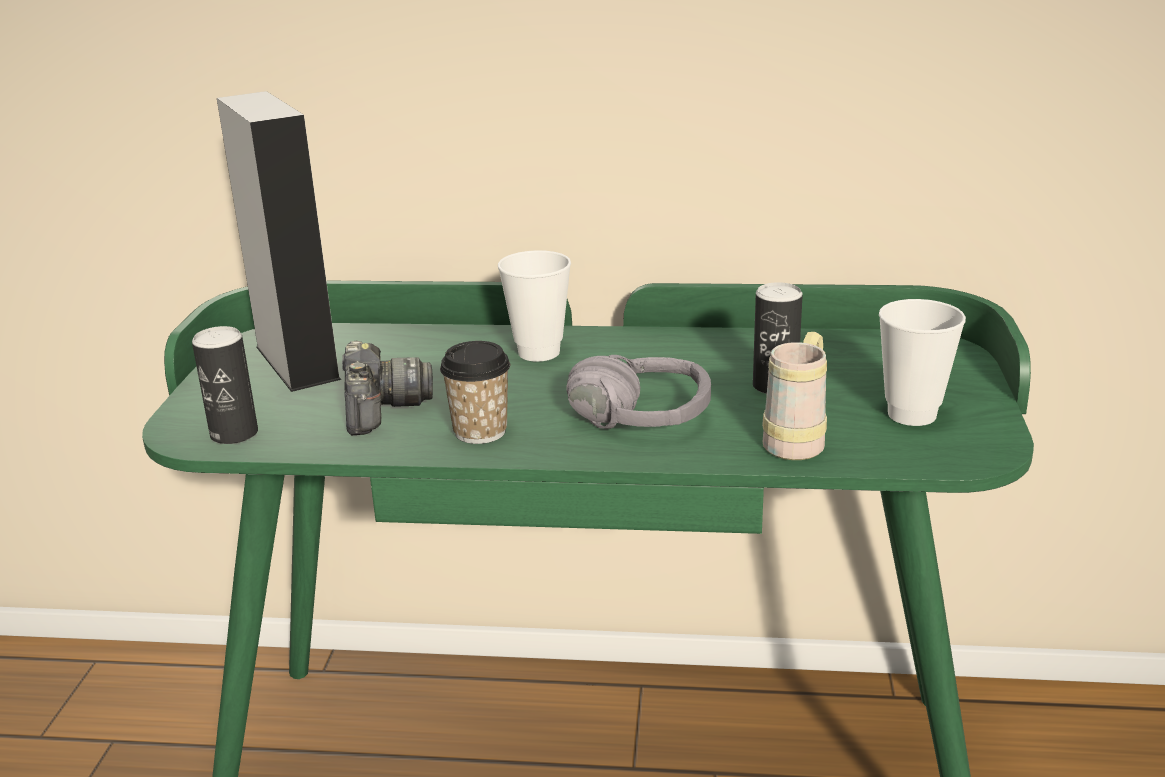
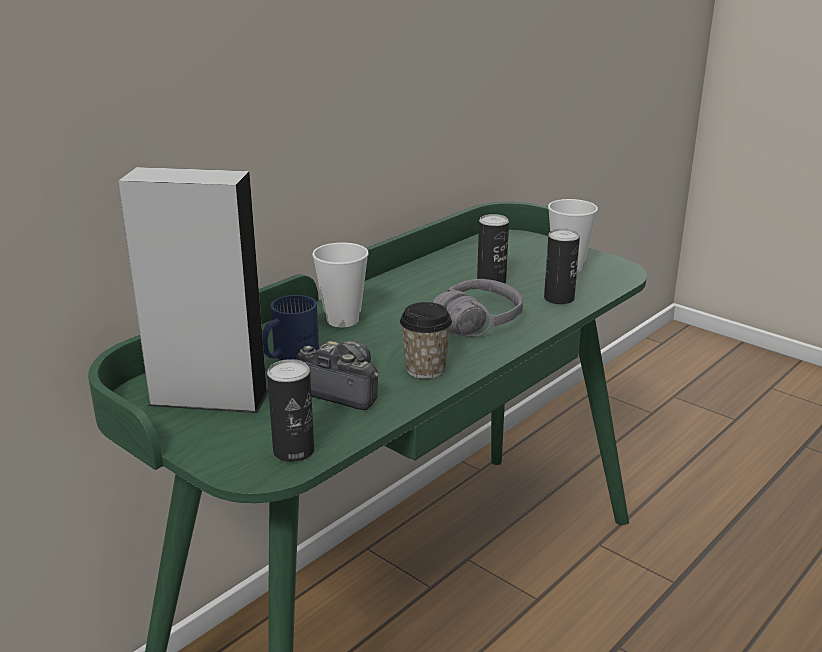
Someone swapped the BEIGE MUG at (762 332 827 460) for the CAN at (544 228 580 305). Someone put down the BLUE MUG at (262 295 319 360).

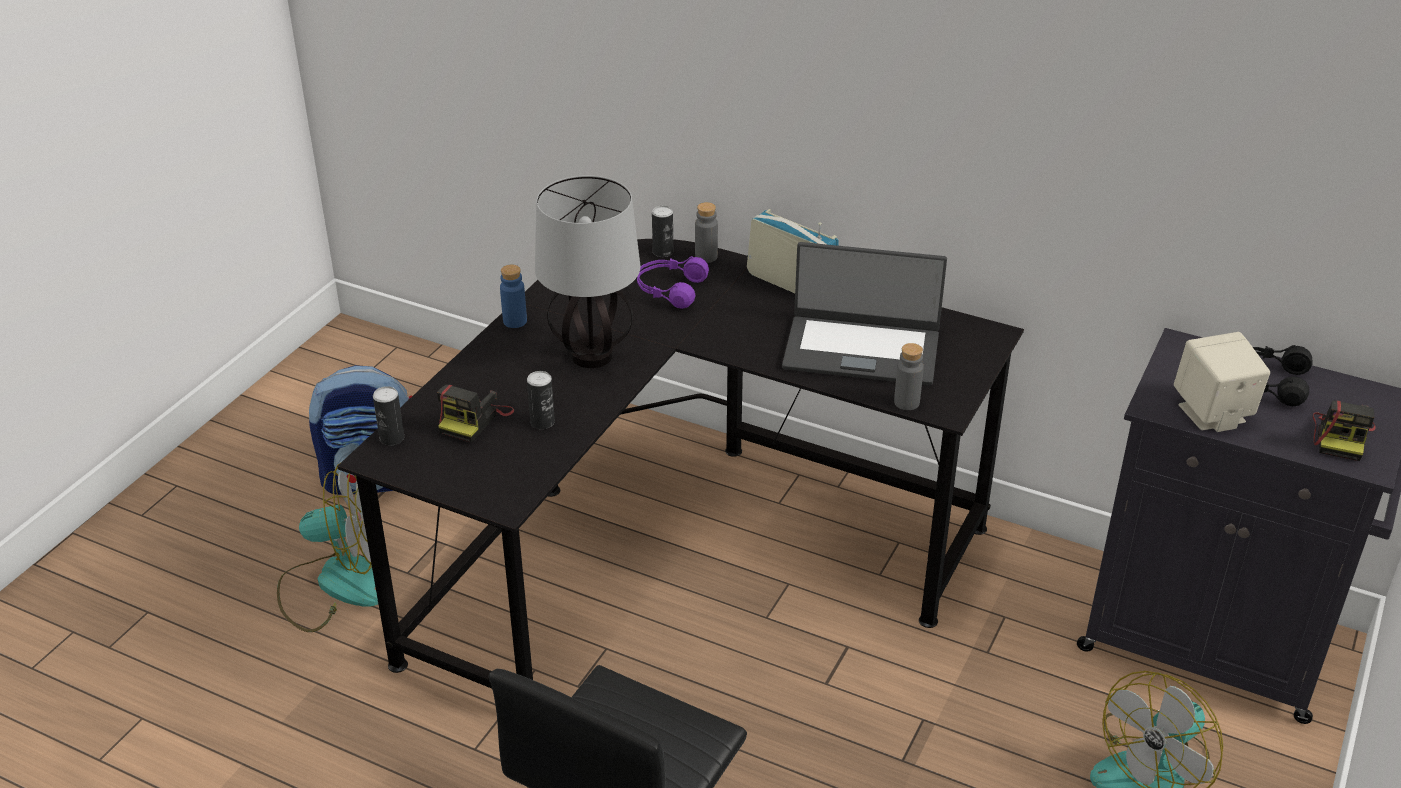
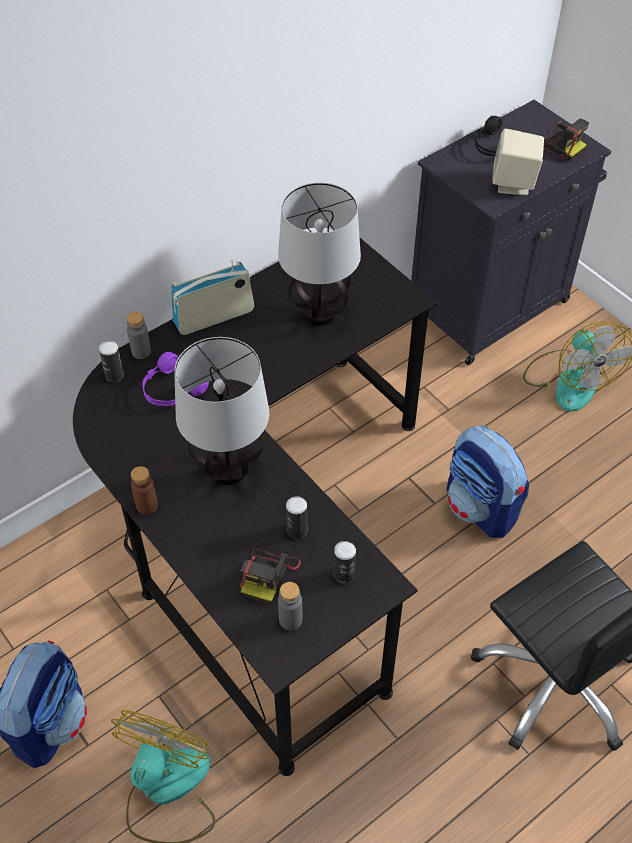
Someone swapped the LAPTOP at (782 242 947 386) for the TABLE LAMP at (278 182 361 326). Someone repainted the BLUE BOTTLE at (500 265 527 328), which became the BROWN BOTTLE at (131 466 158 515). Someone carried the GREY BOTTLE from (894 343 924 410) to (278 582 302 630). Someone rotated the PHOTO CAMERA at (437 385 514 443) by 60 degrees clockwise. Someone carried the CAN from (373 386 404 445) to (334 541 356 584). Someone put down the BACKPACK at (447 426 529 538).

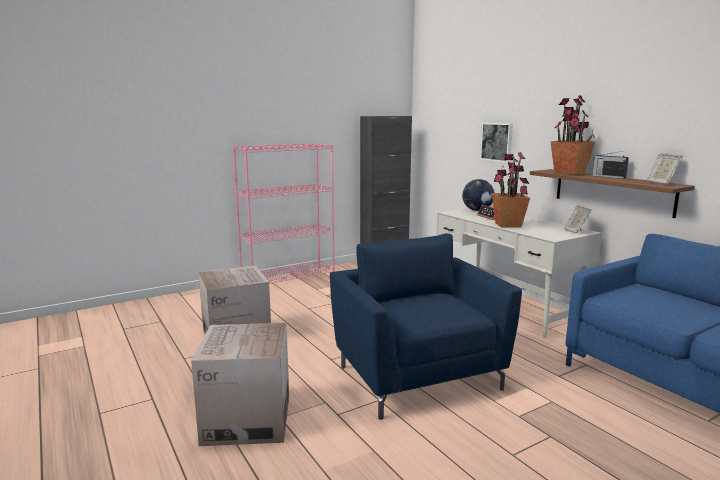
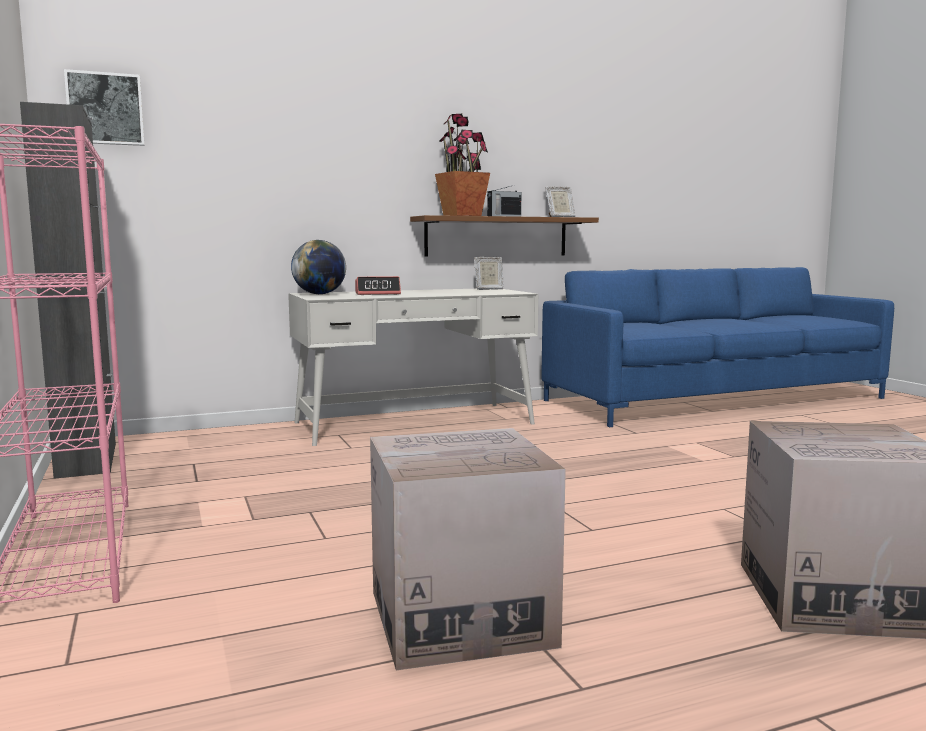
Someone carried the PICTURE from (480 123 513 162) to (64 69 145 146). Someone took away the POTTED PLANT at (492 152 530 228). Someone took away the BLUE ARMCHAIR at (330 233 522 420).

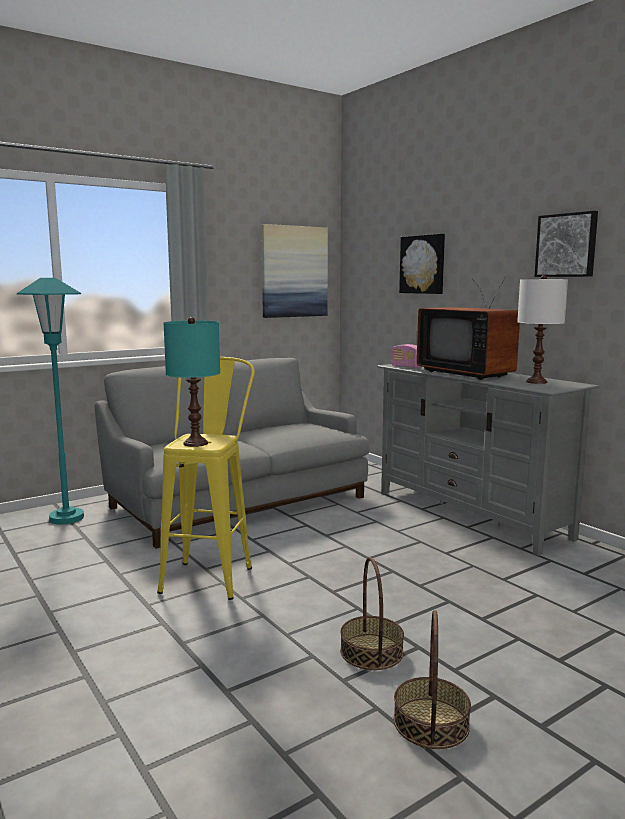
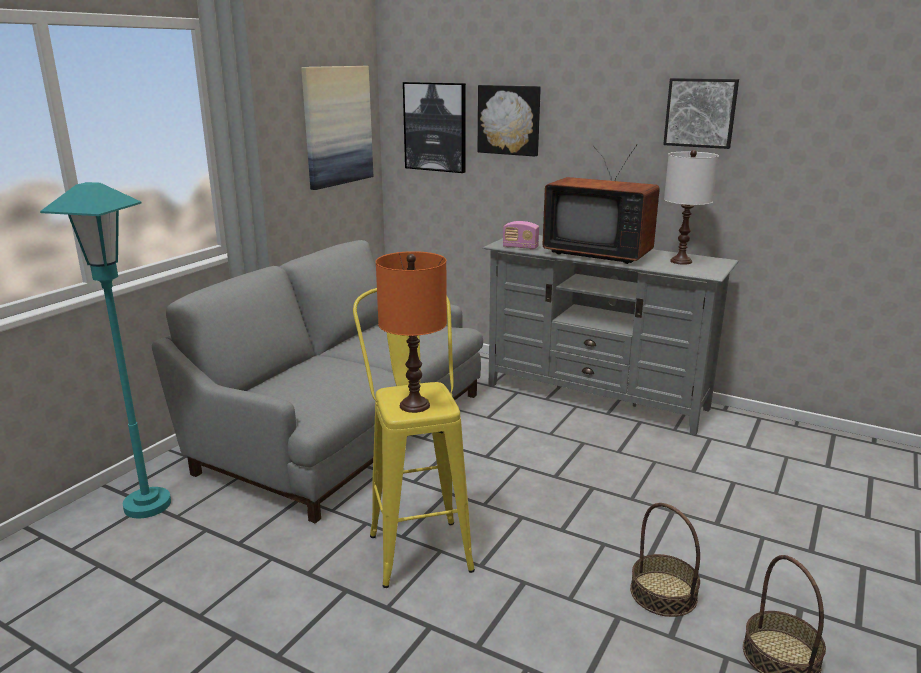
Someone repainted the TURQUOISE TABLE LAMP at (163 317 220 447), which became the ORANGE TABLE LAMP at (376 251 447 413). Someone put up the PICTURE at (403 82 466 173).

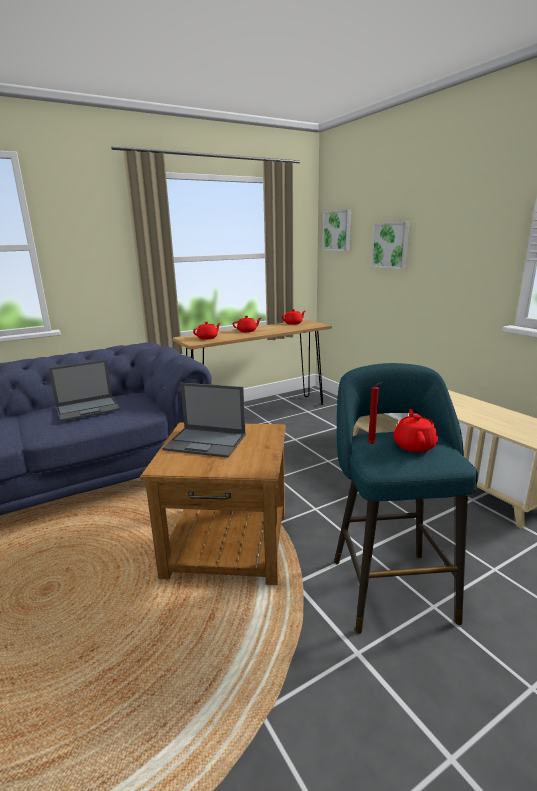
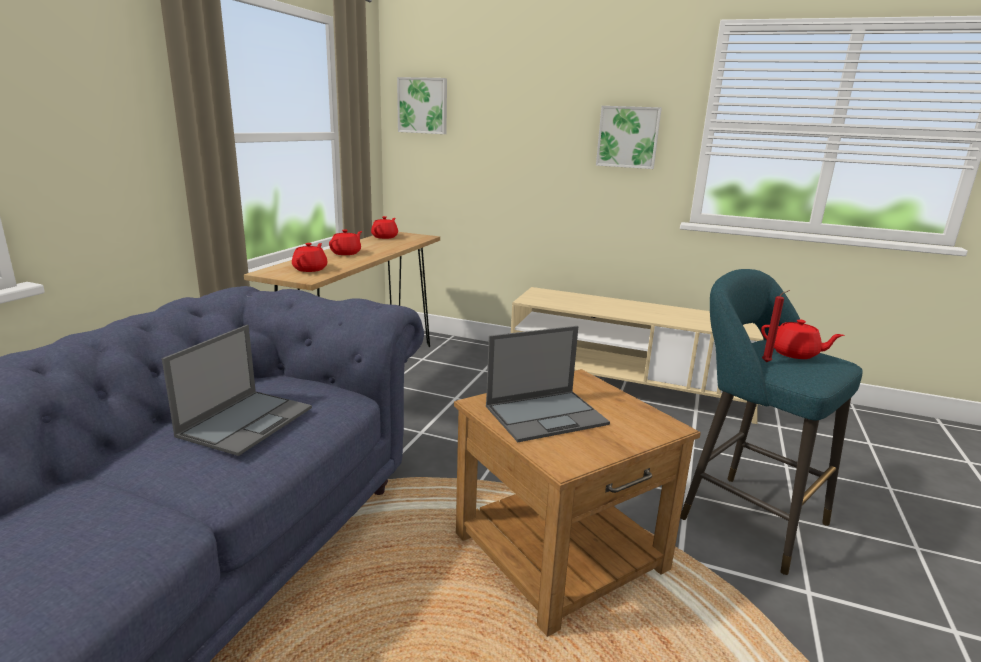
Someone carried the PICTURE from (371 222 410 269) to (596 106 662 169). Someone rotated the RED TEAPOT at (394 409 438 452) by 150 degrees clockwise.

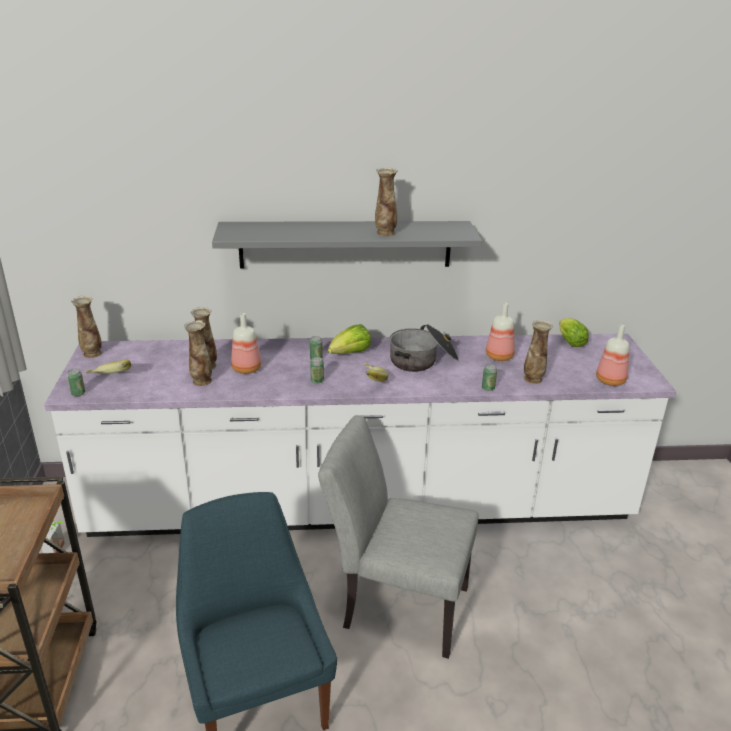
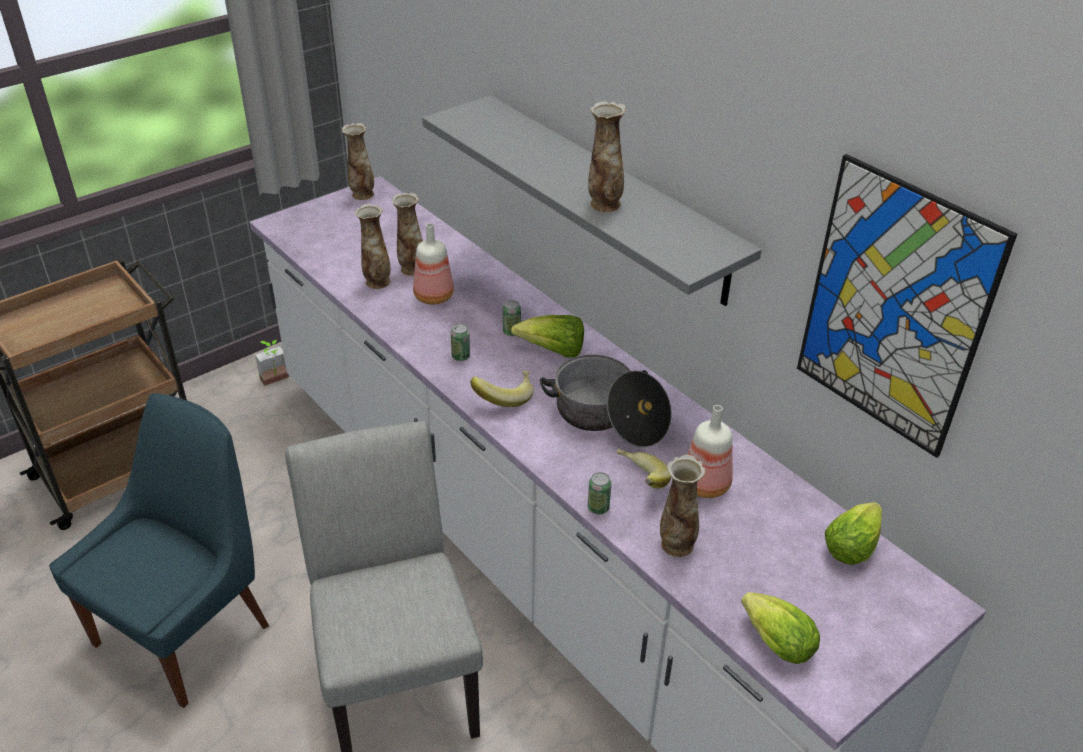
Someone swapped the BOTTLE at (596 325 630 386) for the LETTUCE at (741 592 820 664). Someone carried the BANANA from (85 360 131 374) to (617 448 671 489). Someone took away the CAN at (67 369 85 396). Someone put up the PICTURE at (797 154 1017 458).

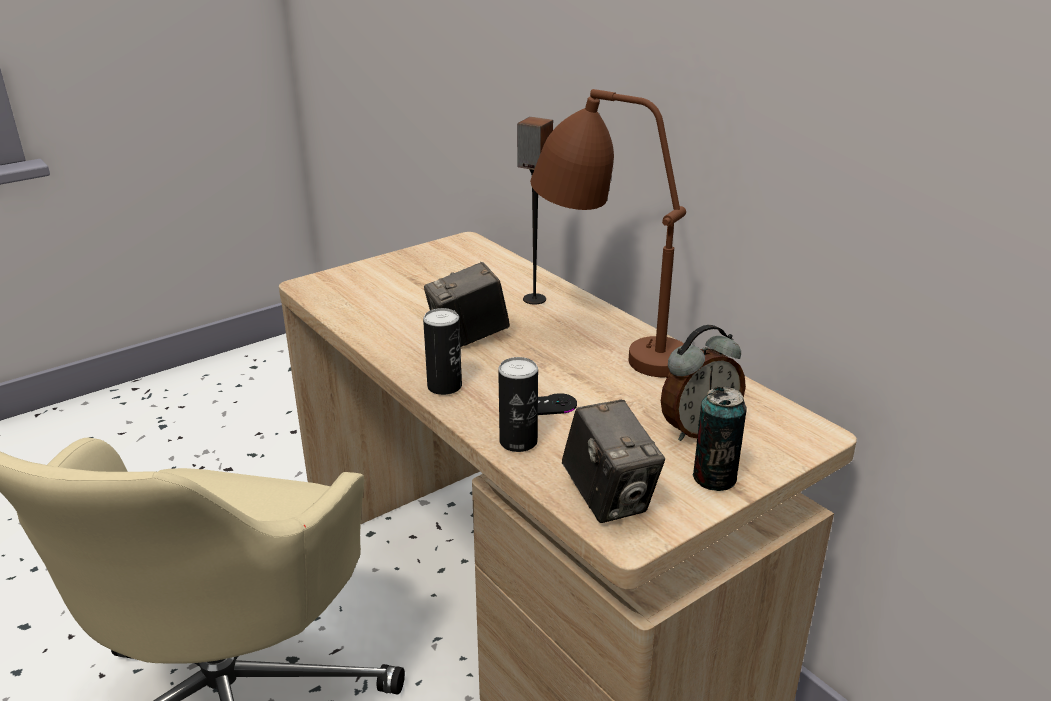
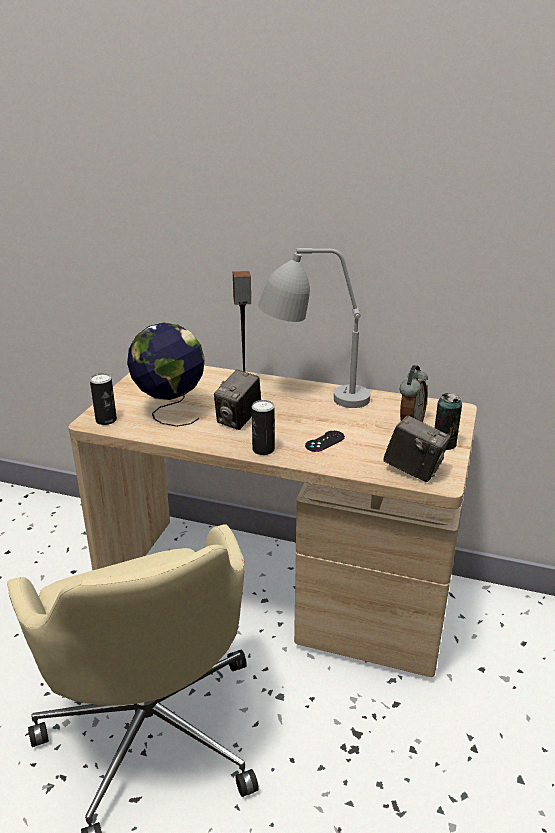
Someone repainted the BROWN TABLE LAMP at (530 89 686 377), which became the GREY TABLE LAMP at (258 248 370 408). Someone carried the CAN from (498 357 538 452) to (90 373 117 425). Someone put down the GLOBE at (127 323 205 427).

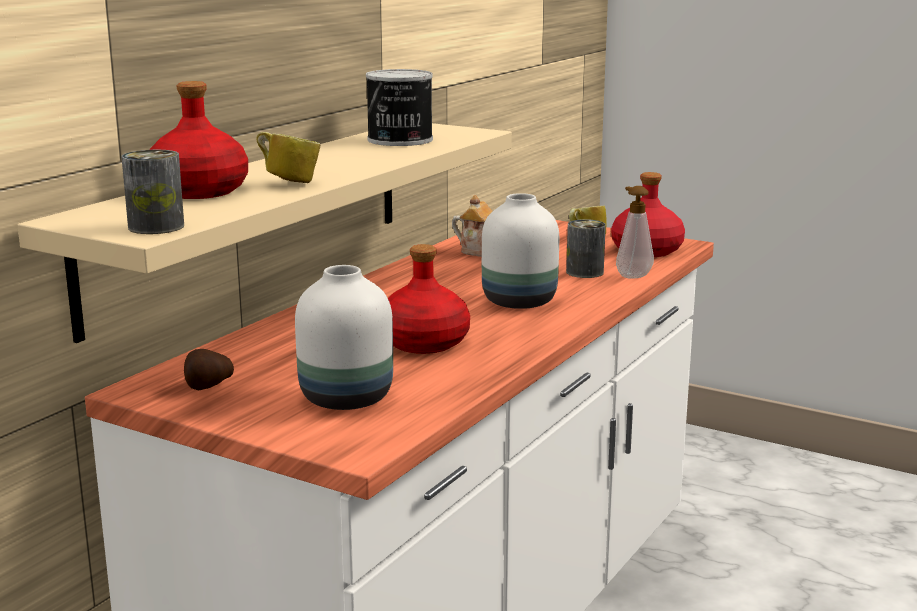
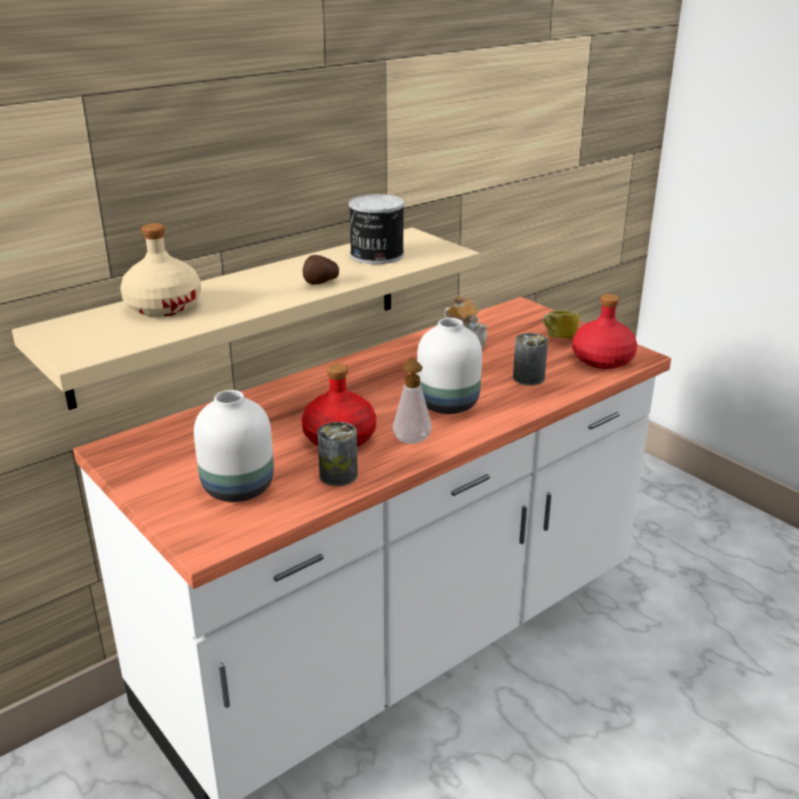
Someone repainted the RED BOTTLE at (149 81 248 199), which became the BEIGE BOTTLE at (120 223 201 317). Someone took away the MUG at (256 132 320 183). Someone carried the CAN from (121 150 184 234) to (317 422 358 486). Someone carried the SOAP DISPENSER from (616 186 654 279) to (393 358 432 444). Someone carried the POTATO from (184 349 234 390) to (303 255 339 285).

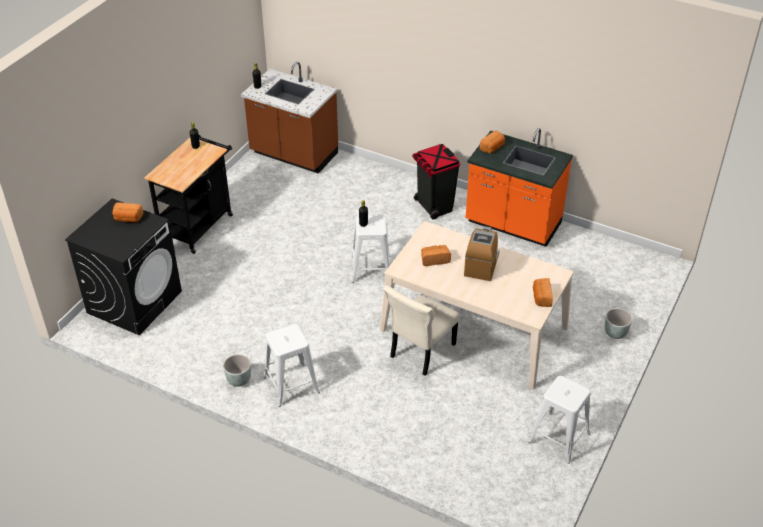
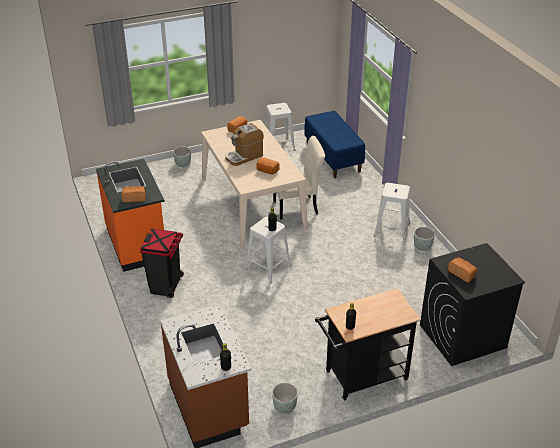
Someone put down the BLUE BENCH at (304 111 365 178). Someone put down the GREY PLANTER at (272 383 298 413).

